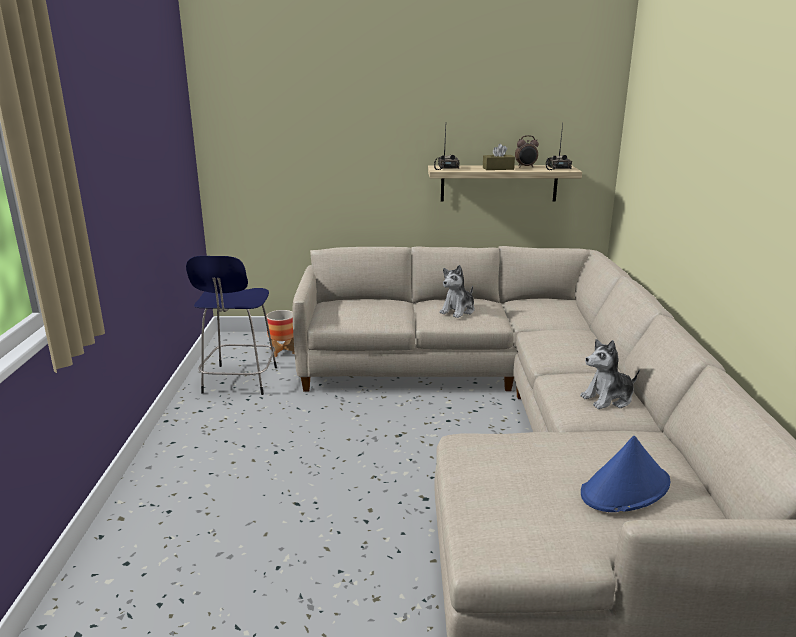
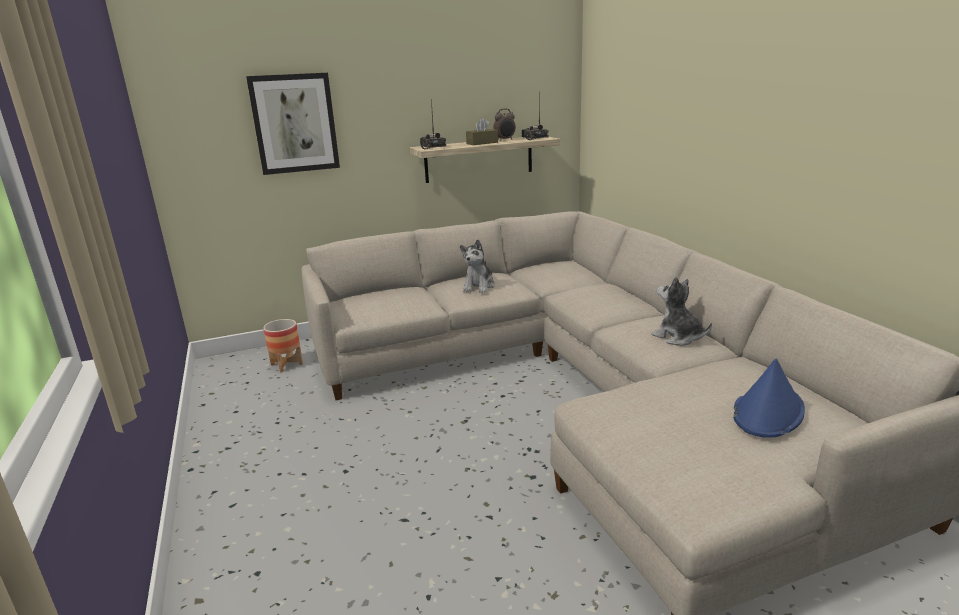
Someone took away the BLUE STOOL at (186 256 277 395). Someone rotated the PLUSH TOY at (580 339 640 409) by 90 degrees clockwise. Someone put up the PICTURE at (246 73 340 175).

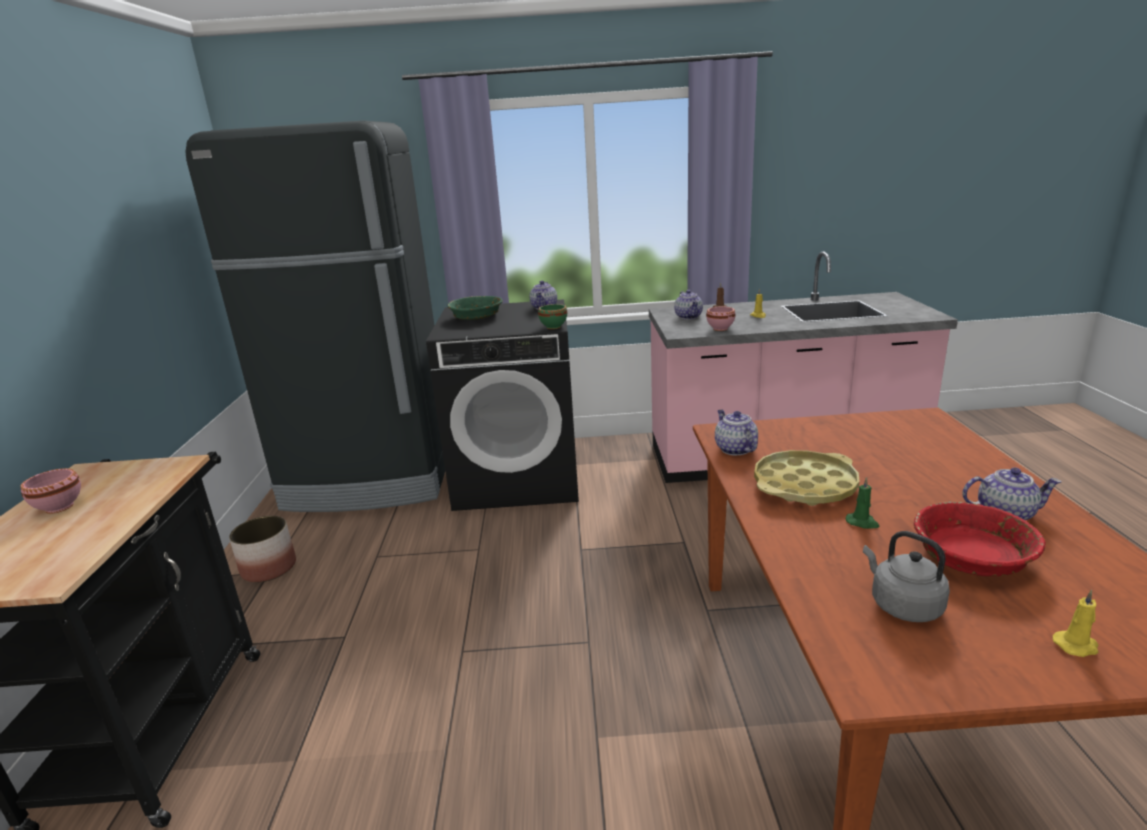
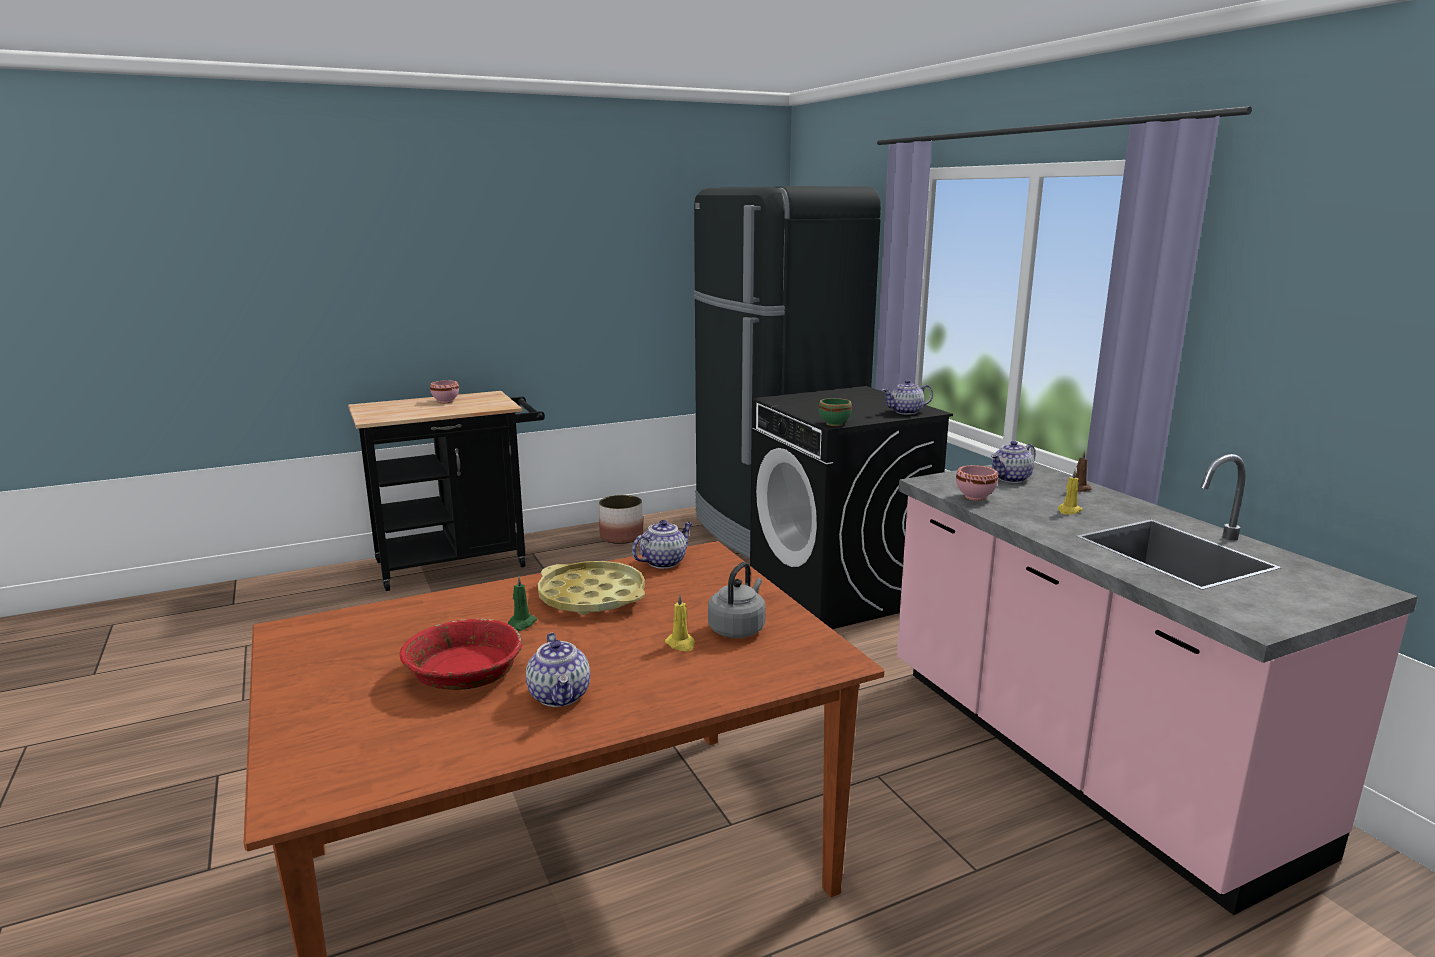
Someone took away the GREEN BOWL at (447 296 503 320). Someone carried the GREY KETTLE from (863 531 950 622) to (708 562 766 638). Someone carried the YELLOW CANDLE from (1053 590 1099 657) to (665 594 695 652).

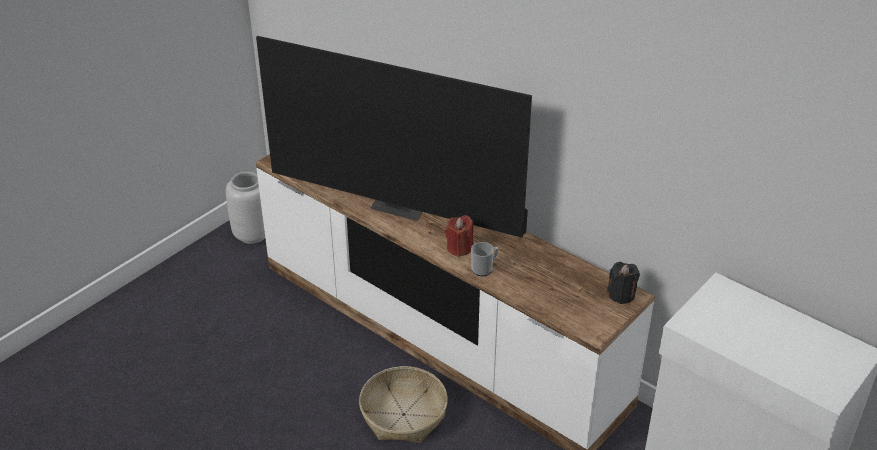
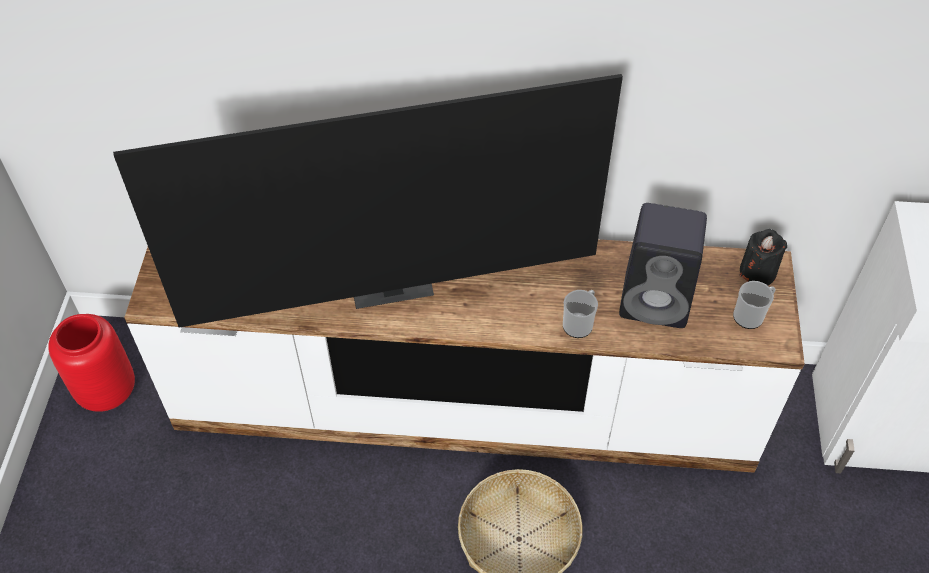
Someone repainted the GREY VASE at (226 172 265 244), which became the RED VASE at (48 314 135 412). Someone took away the RED CANDLE at (445 215 473 257). Someone put down the BLACK SPEAKER at (619 203 707 328). Someone put down the MUG at (733 281 776 329).

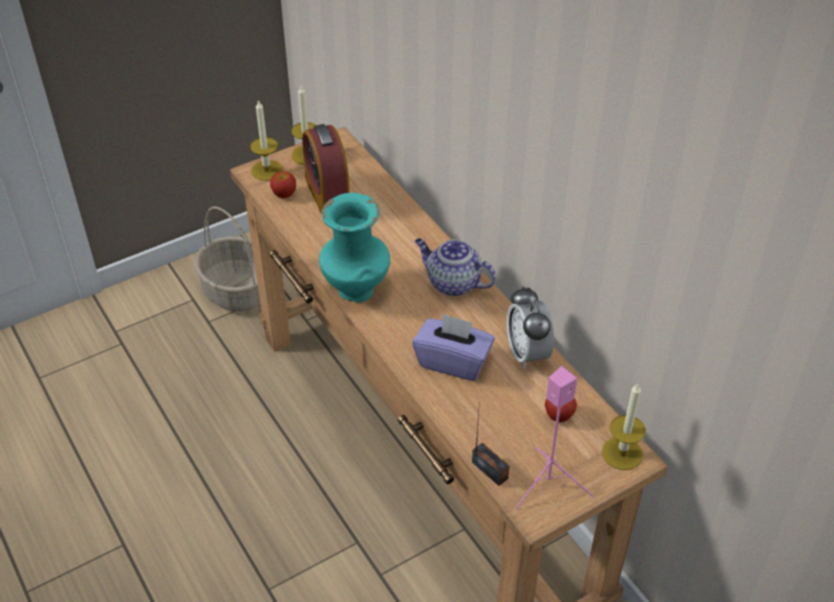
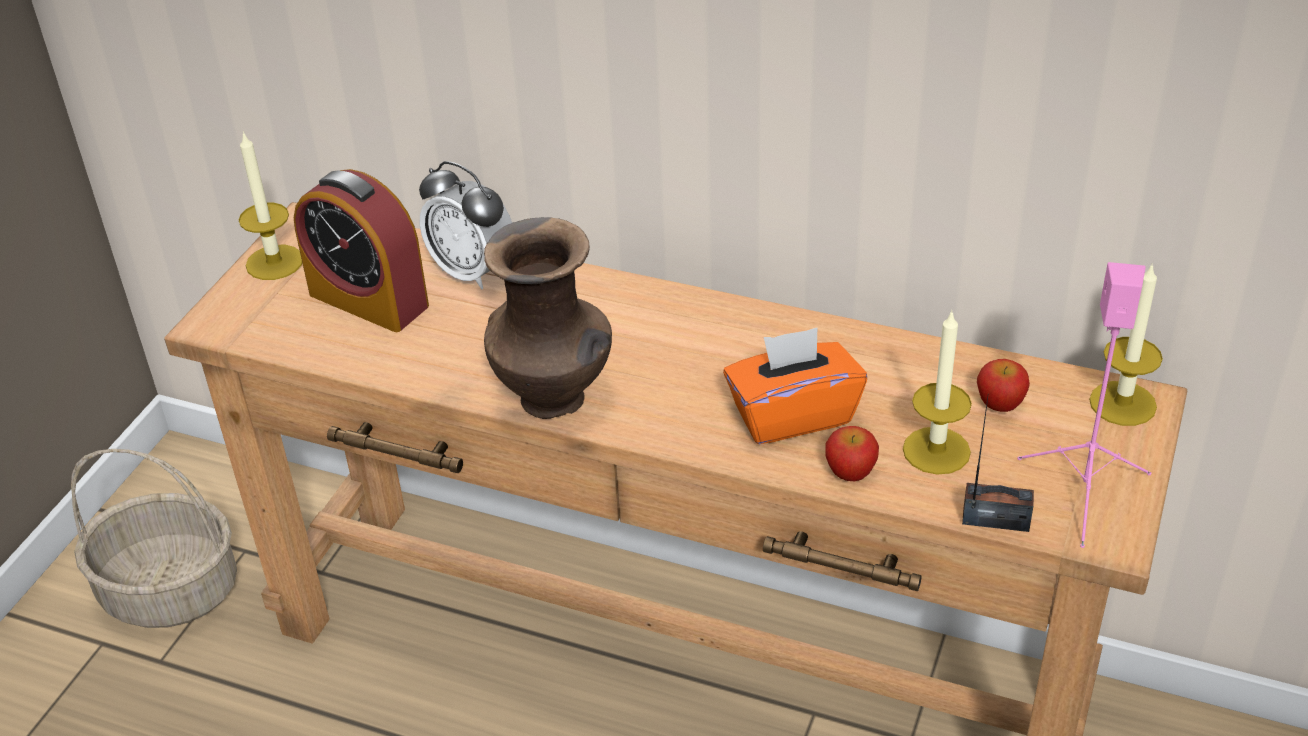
Someone carried the CANDLE from (250 99 283 181) to (903 310 972 475). Someone carried the APPLE from (270 171 296 198) to (825 426 879 481). Someone repainted the TURQUOISE VASE at (319 193 390 303), which became the BROWN VASE at (484 217 612 419). Someone took away the TEAPOT at (415 238 496 296). Someone carried the ALARM CLOCK from (507 286 554 368) to (419 161 512 290). Someone repainted the PURPLE TISSUE BOX at (412 313 495 381), which became the ORANGE TISSUE BOX at (723 328 867 444).

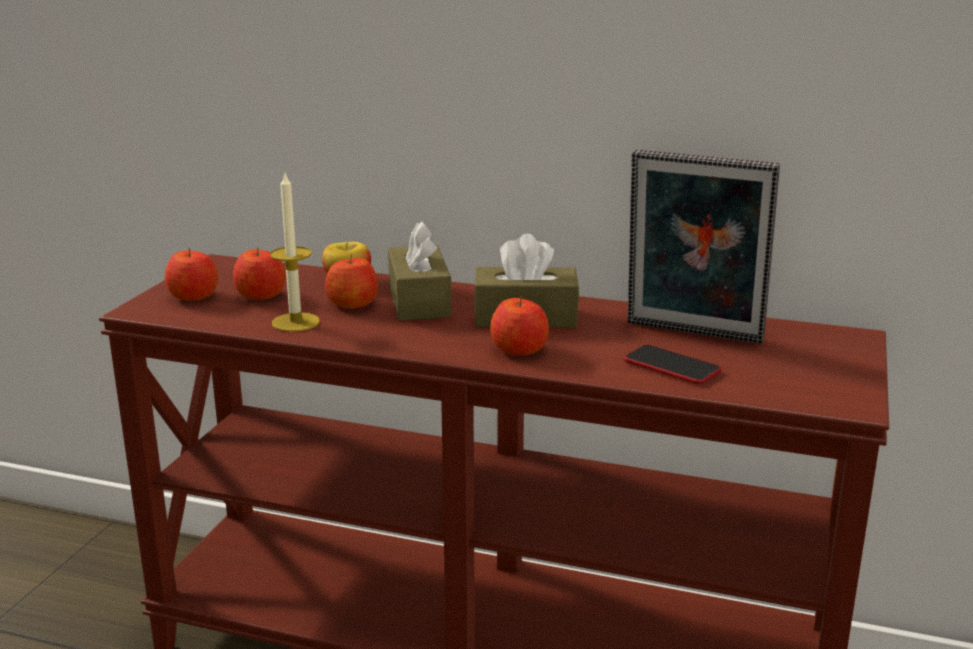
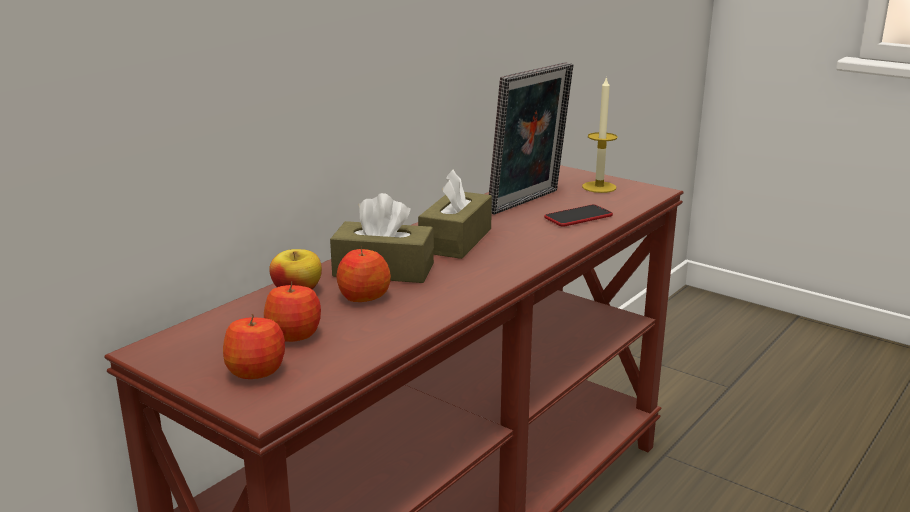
Someone carried the CANDLE from (270 173 320 332) to (582 76 617 193). Someone took away the APPLE at (490 296 549 356).

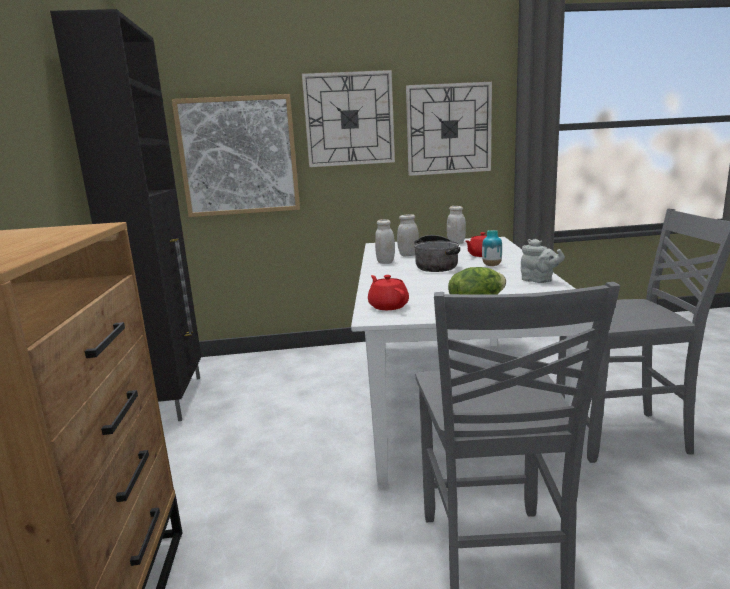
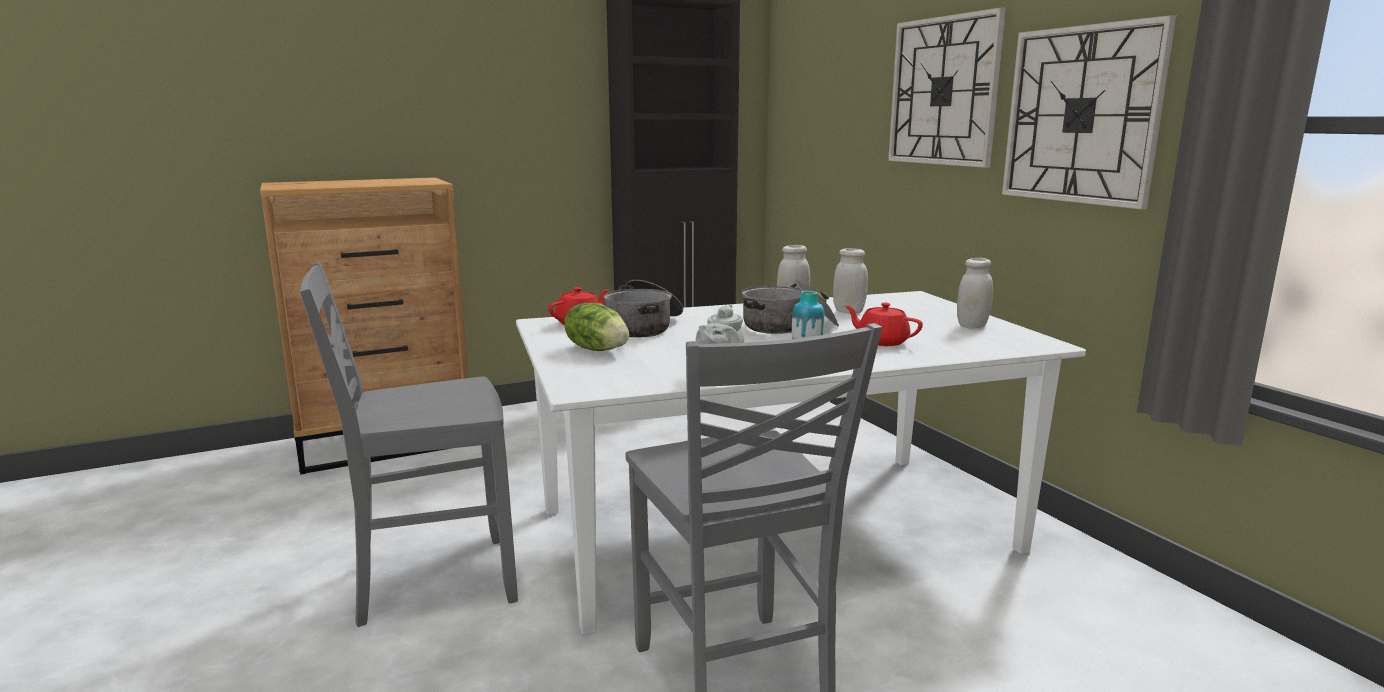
Someone took away the PICTURE at (171 94 300 217). Someone put down the COOKING POT at (604 280 683 338).

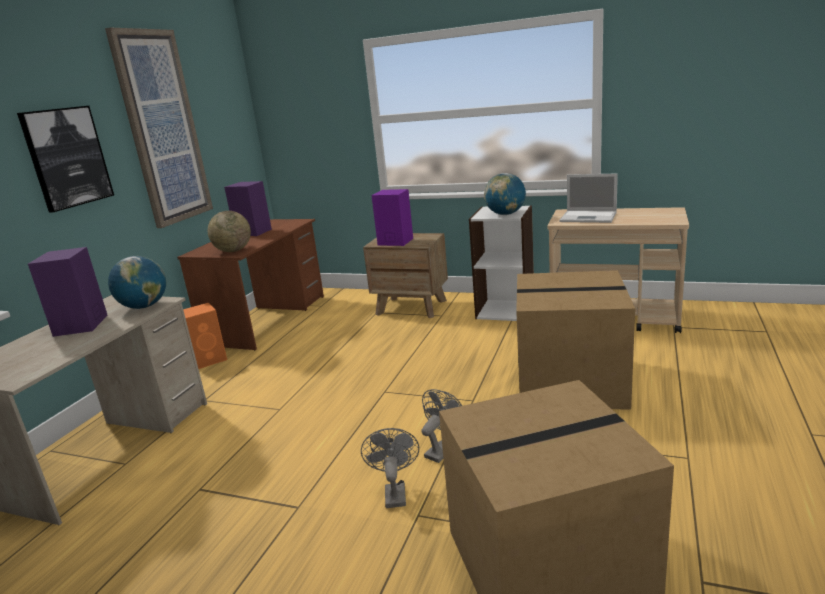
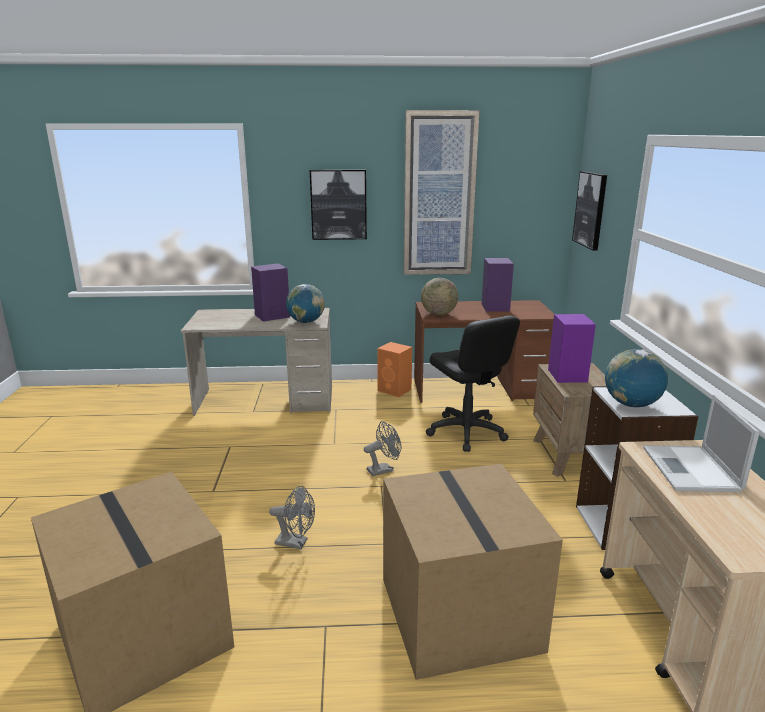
Someone carried the GREY FAN from (361 428 419 508) to (364 421 402 476). Someone put up the PICTURE at (572 171 607 250). Someone put down the BLACK OFFICE CHAIR at (426 315 520 452).

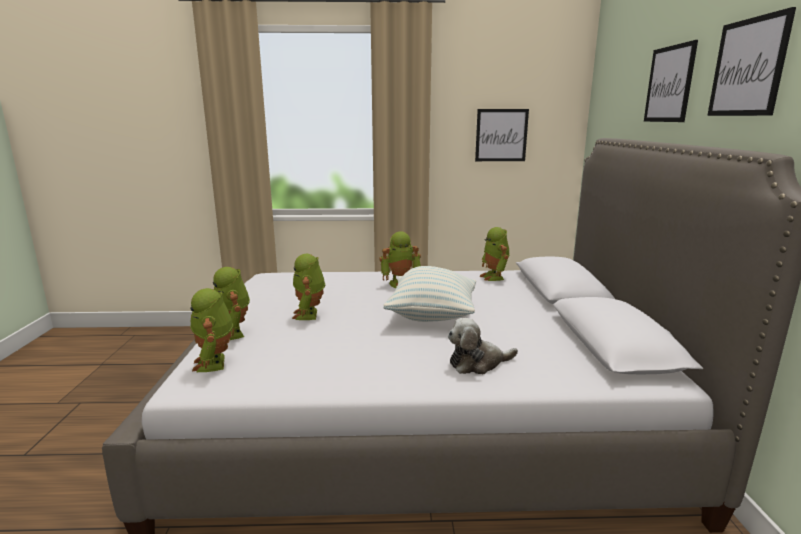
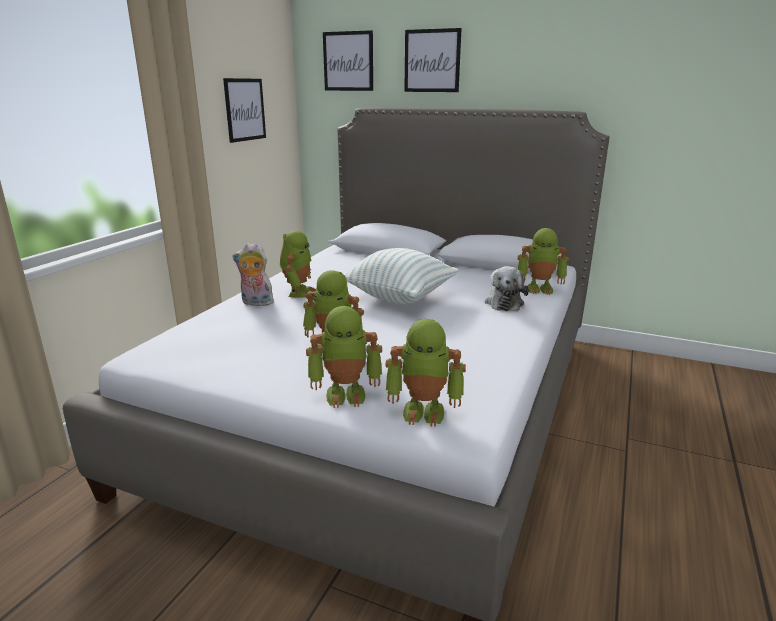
Someone carried the PICTURE from (707 7 796 116) to (323 30 373 91). Someone carried the TOY ROBOT from (479 227 510 281) to (518 228 569 295). Someone put down the PLUSH TOY at (232 243 274 306).

